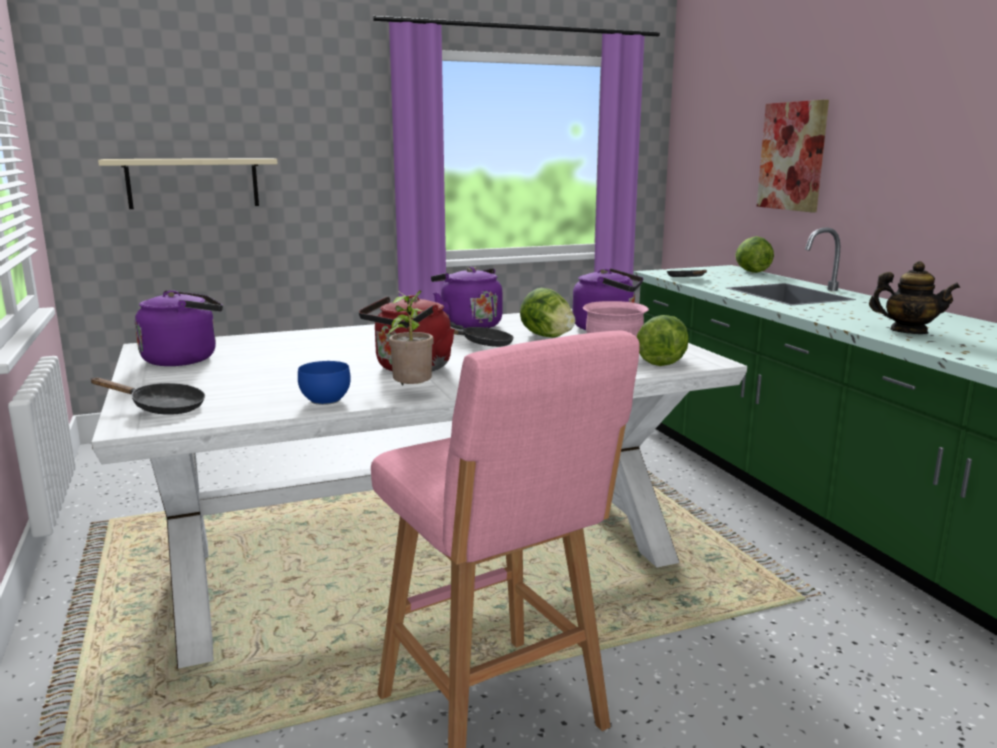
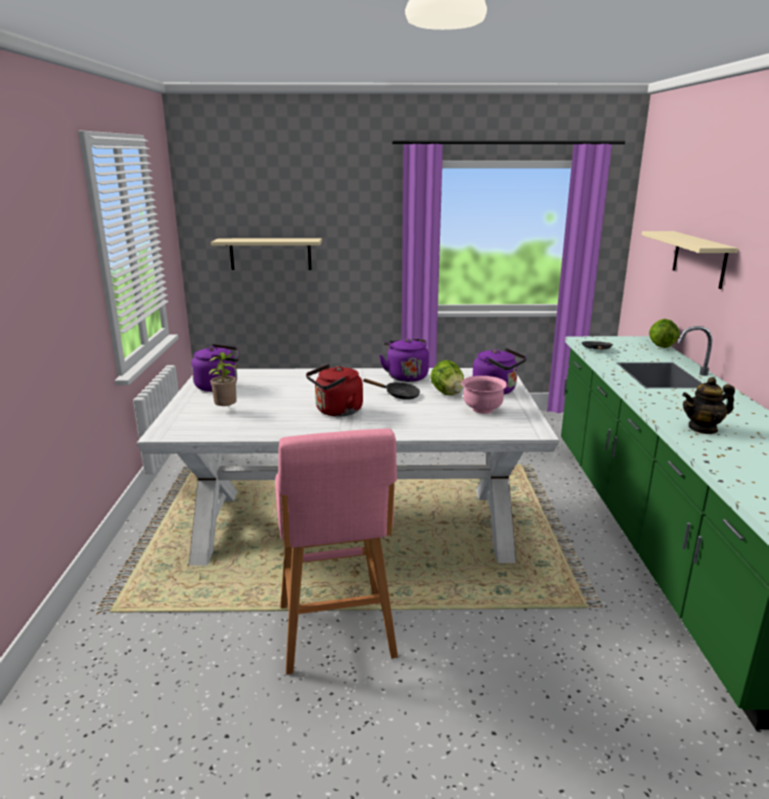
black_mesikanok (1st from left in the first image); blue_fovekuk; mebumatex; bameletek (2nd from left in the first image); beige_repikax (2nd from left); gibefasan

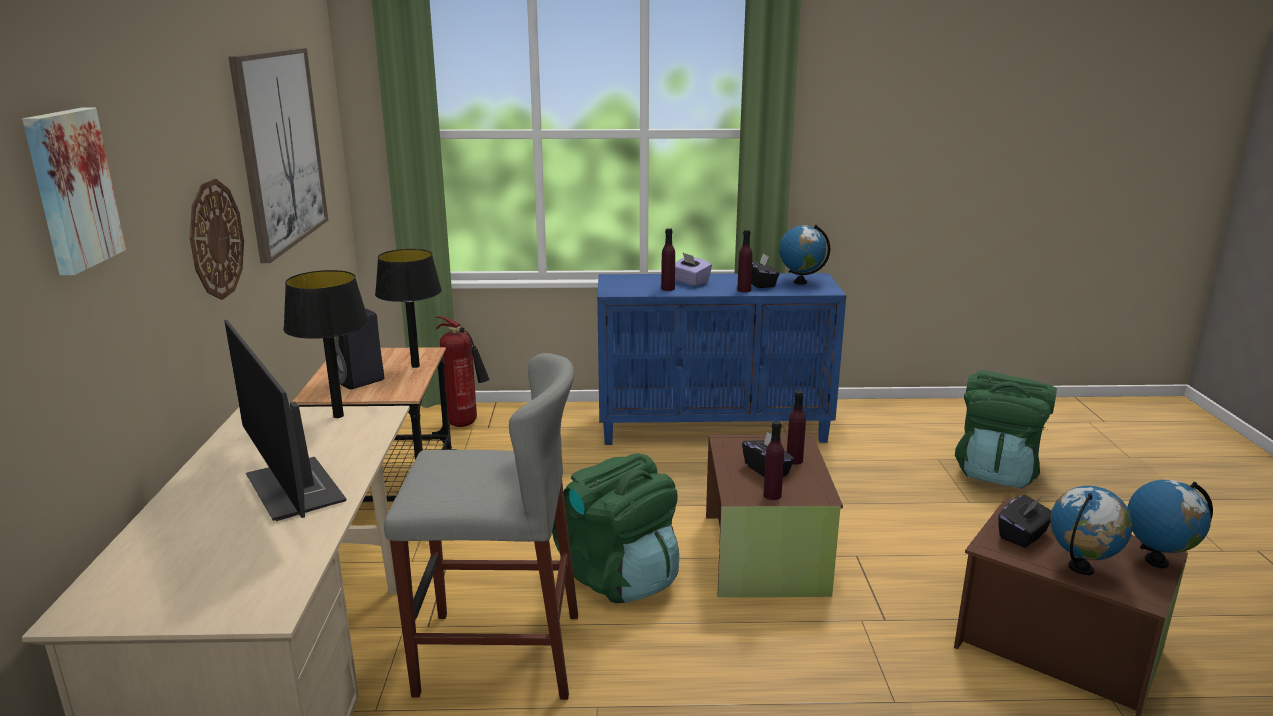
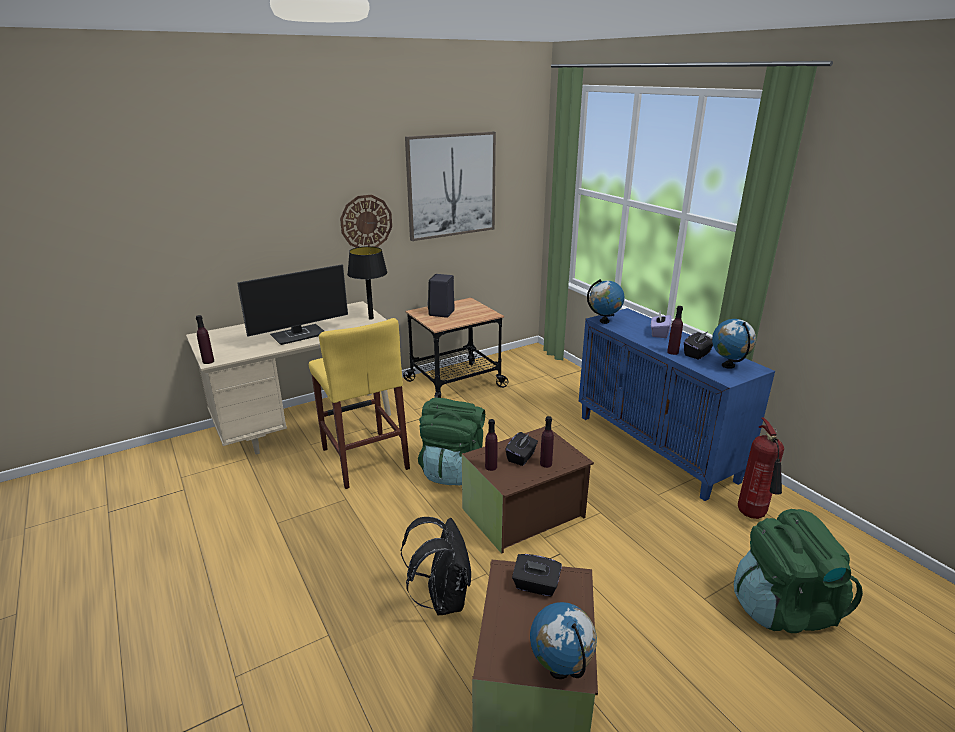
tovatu (1st from left in the first image); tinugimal; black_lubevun (2nd from left in the first image); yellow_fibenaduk; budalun; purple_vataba (1st from left); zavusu (2nd from left); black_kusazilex

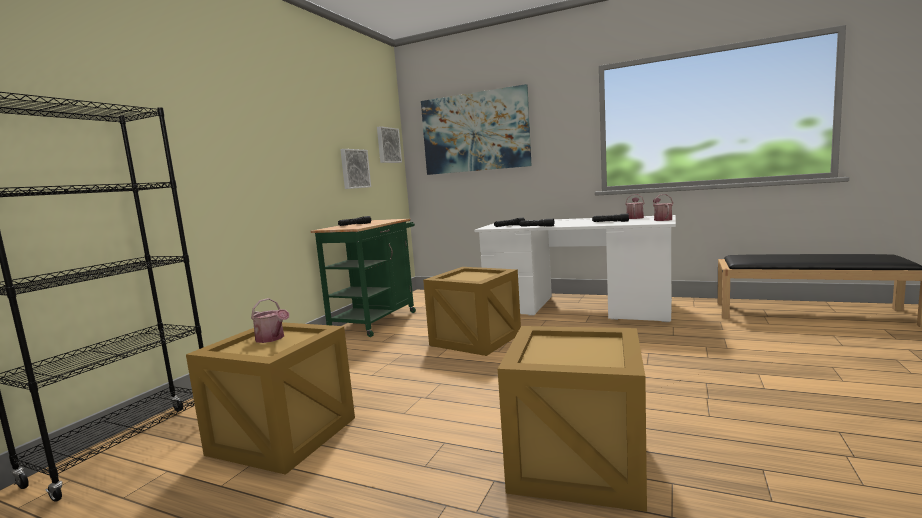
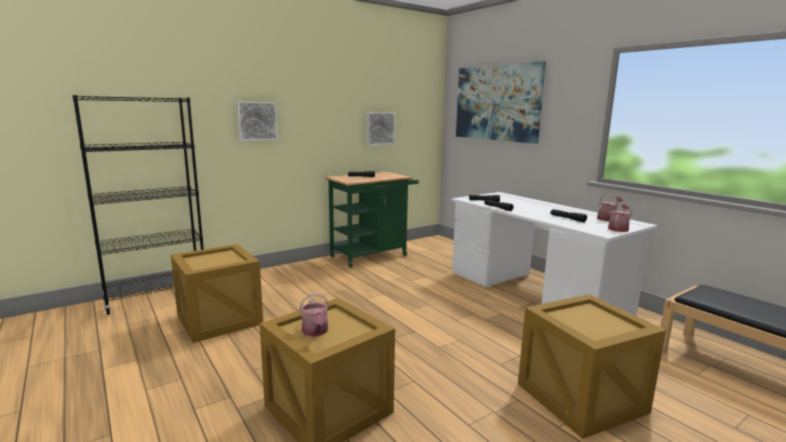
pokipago (1st from left); tovatu (1st from left); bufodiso (3rd from left)

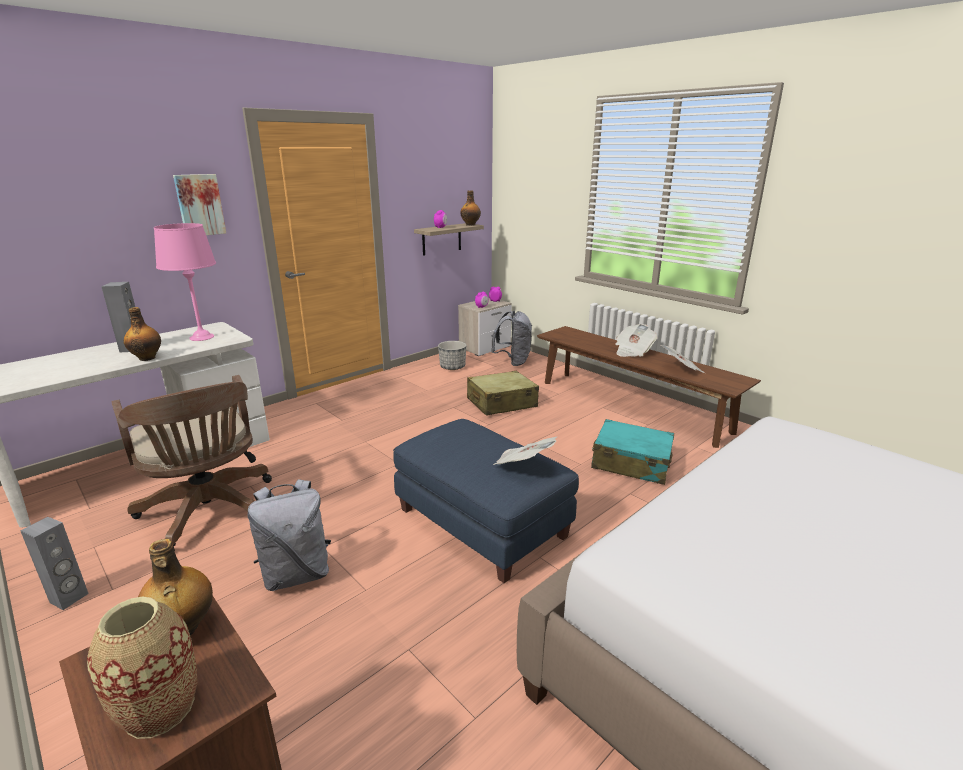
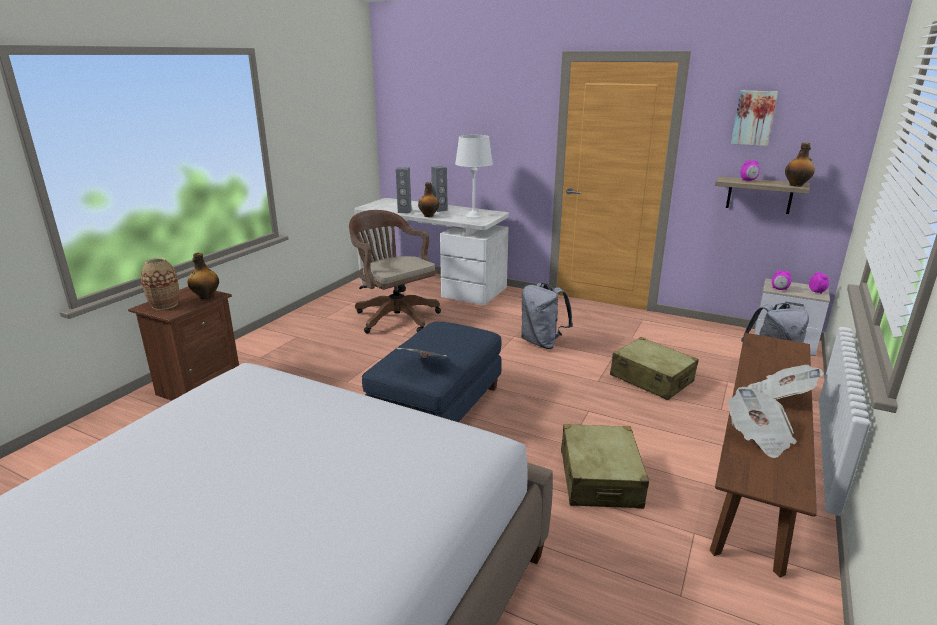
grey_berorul (1st from left); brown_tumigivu; white_lubevun; tovatu; grey_kusazilex (1st from left); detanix; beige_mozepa (1st from left)

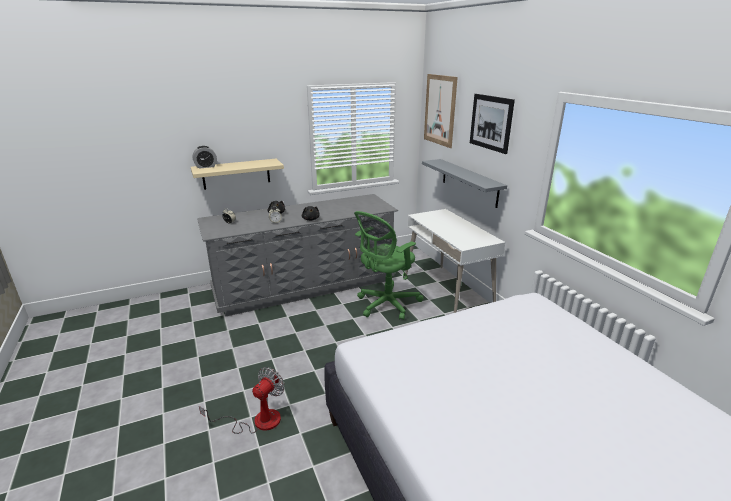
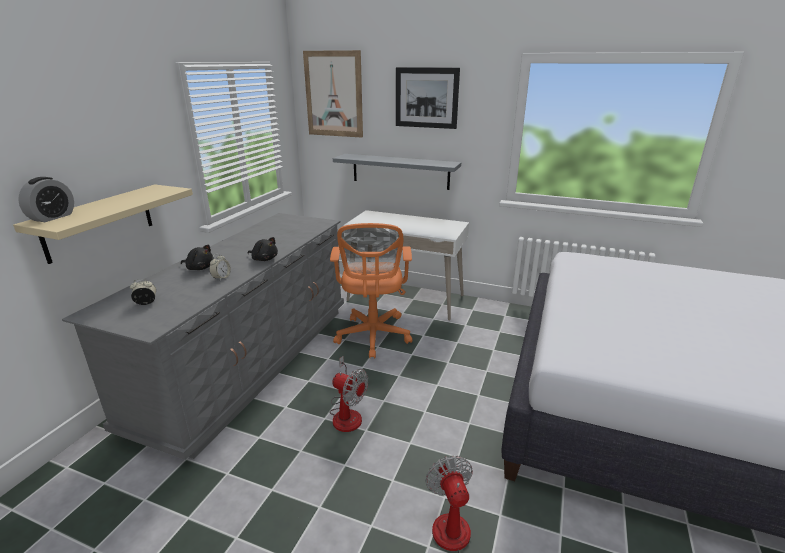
orange_tumigivu; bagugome (1st from left)

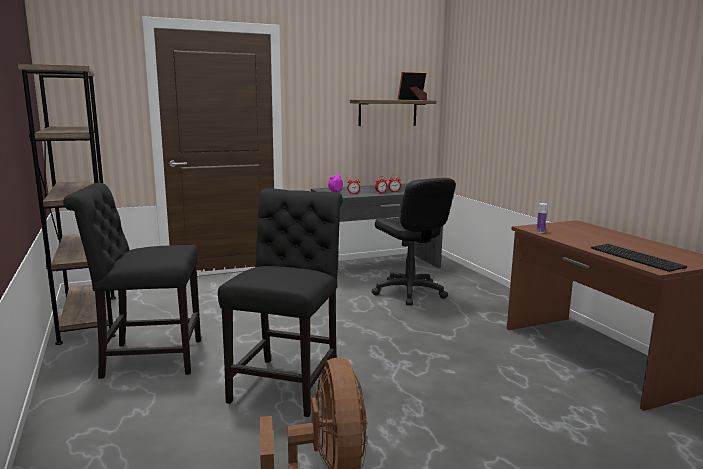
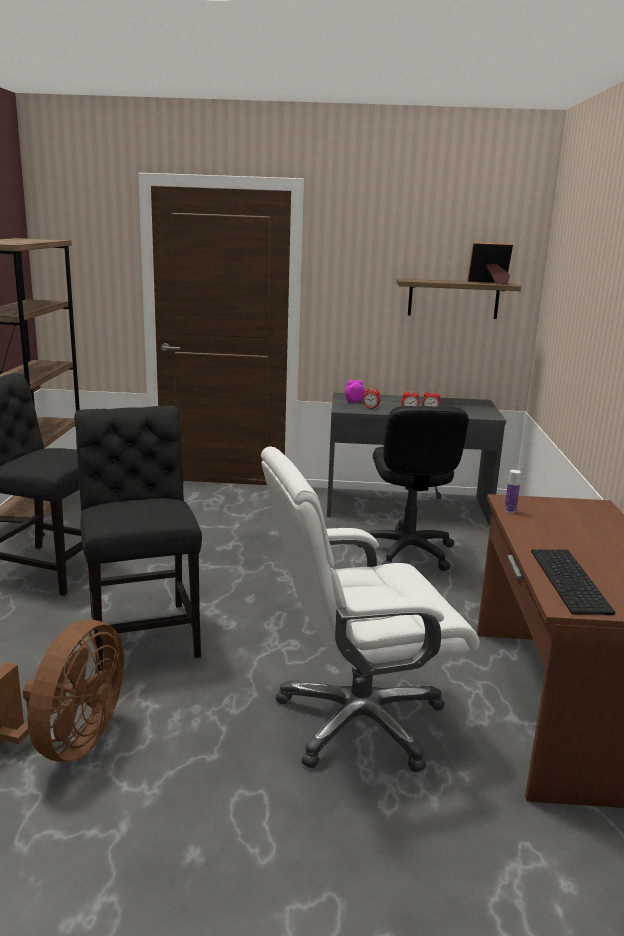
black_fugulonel (2nd from left); white_tumigivu

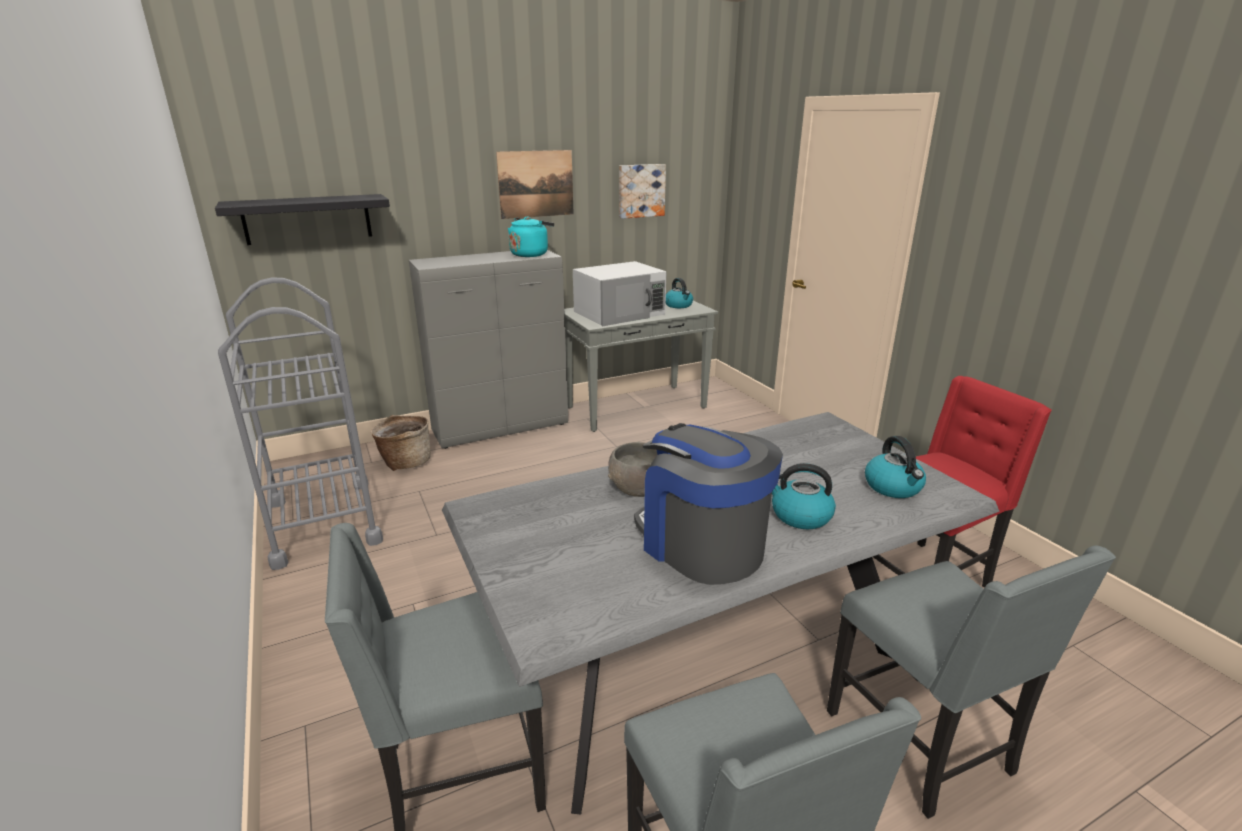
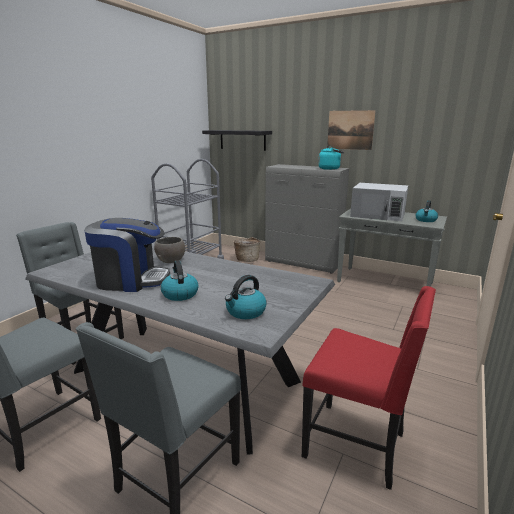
tovatu (2nd from left in the first image); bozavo

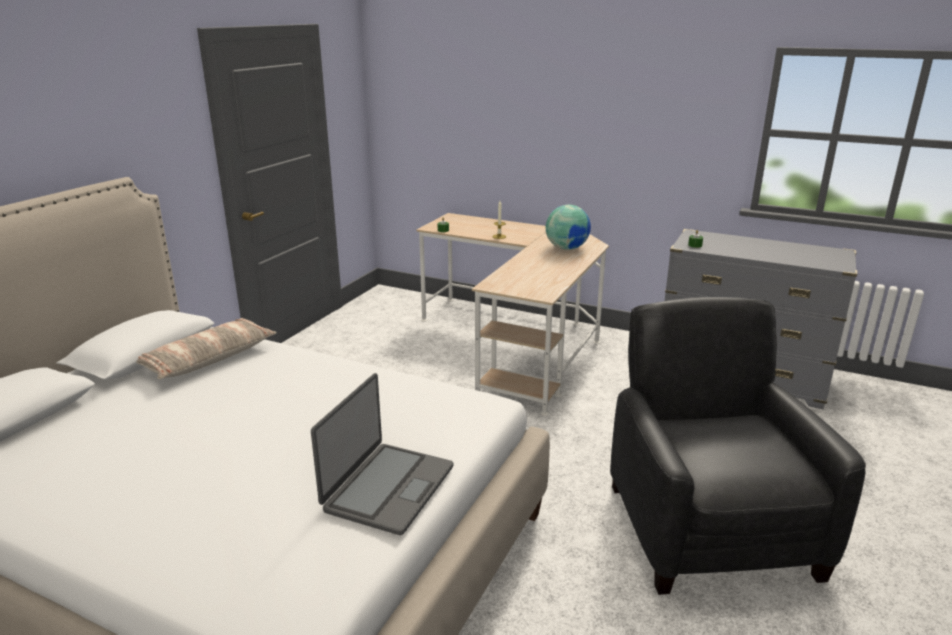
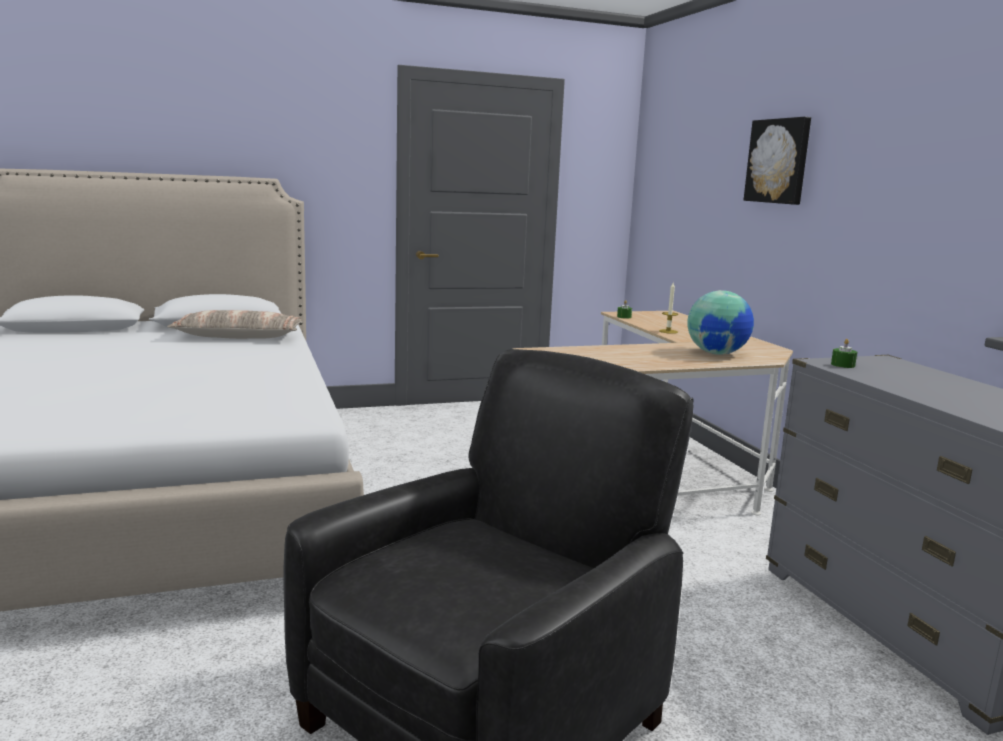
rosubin; tovatu

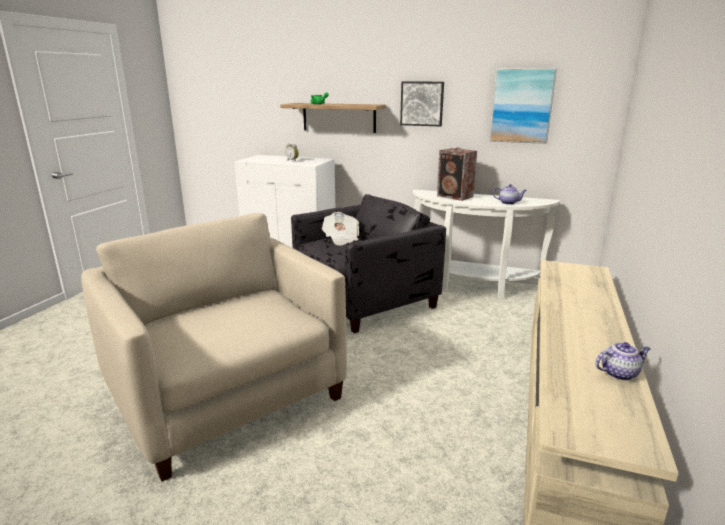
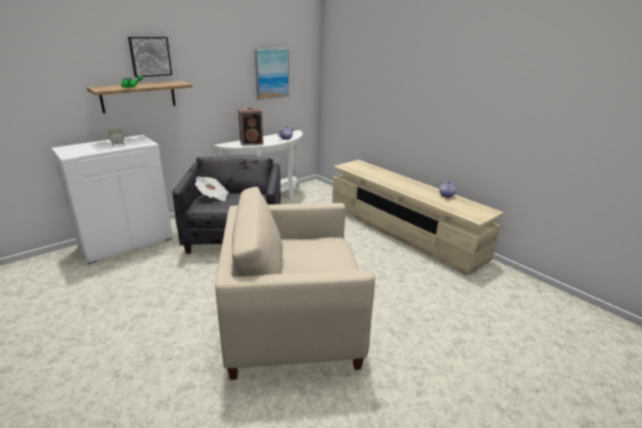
tovatu (1st from left)

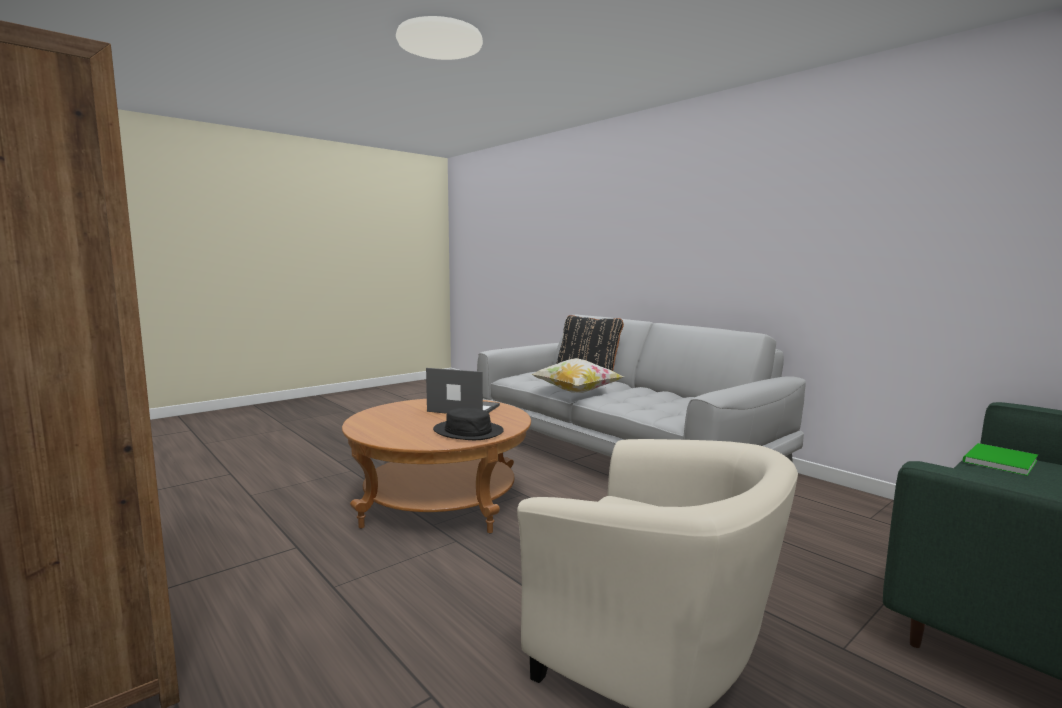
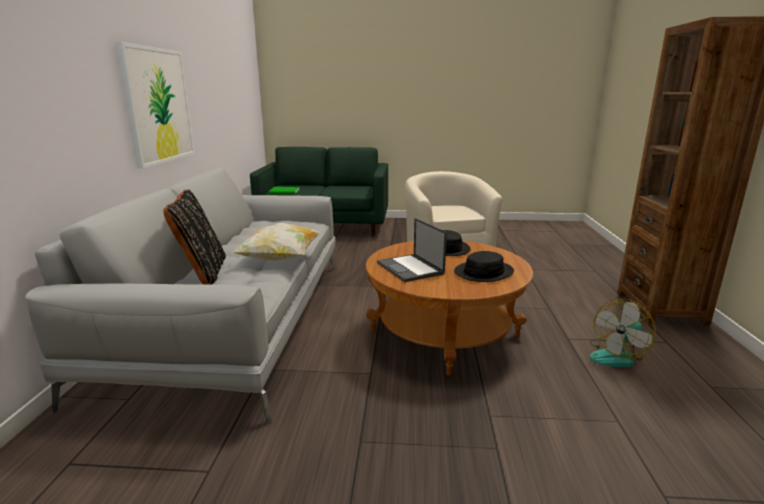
tovatu; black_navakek (2nd from left); bagugome

